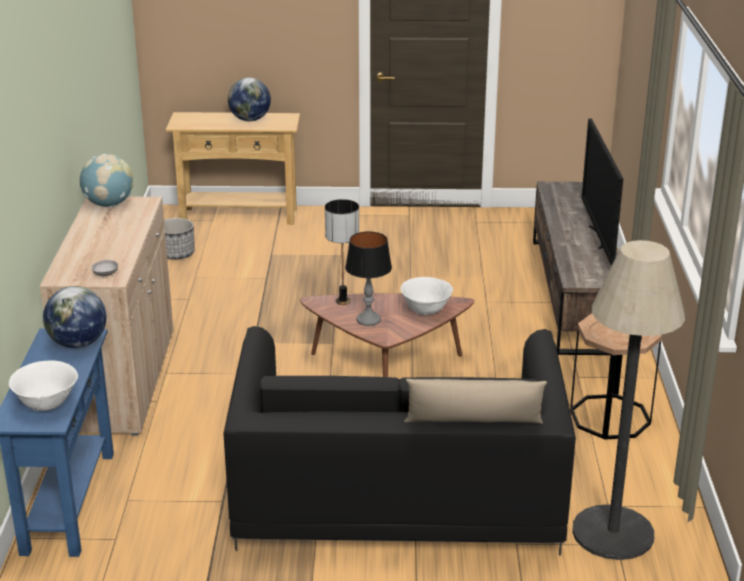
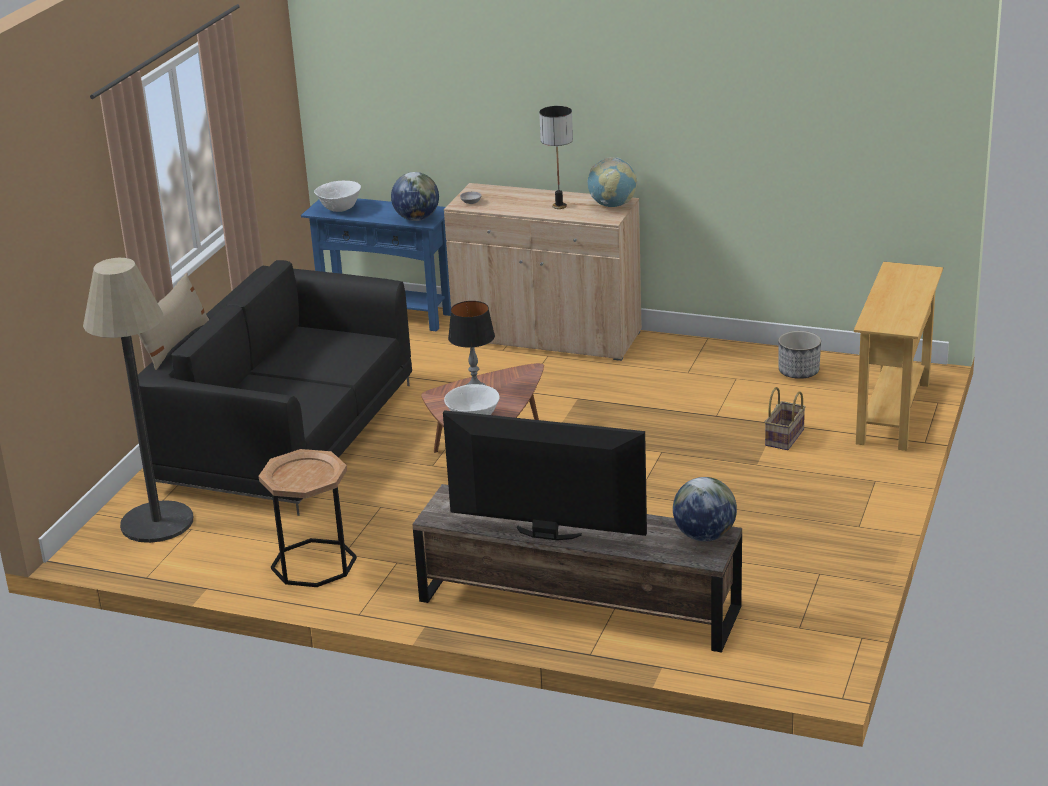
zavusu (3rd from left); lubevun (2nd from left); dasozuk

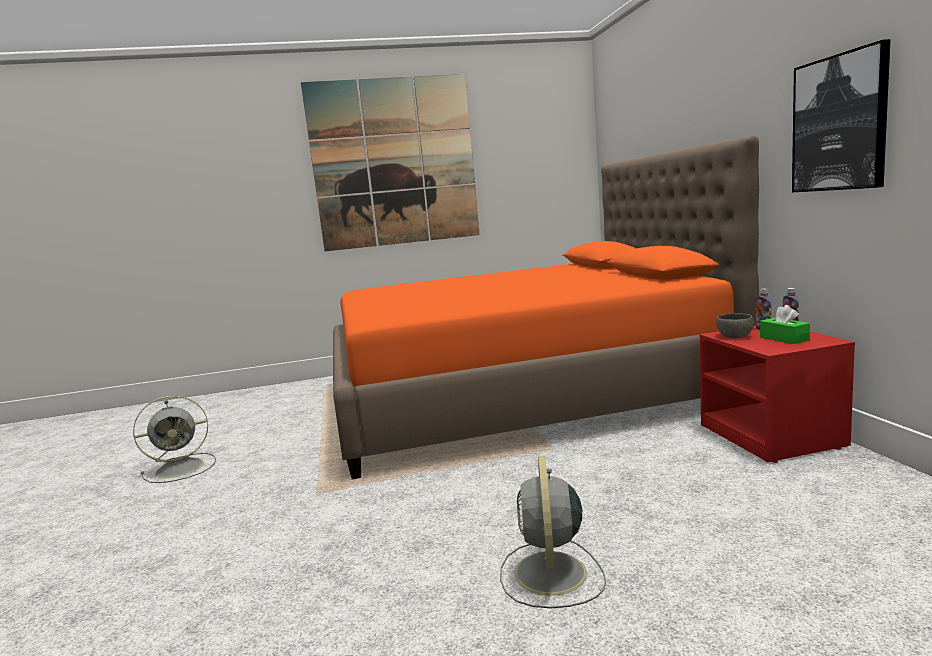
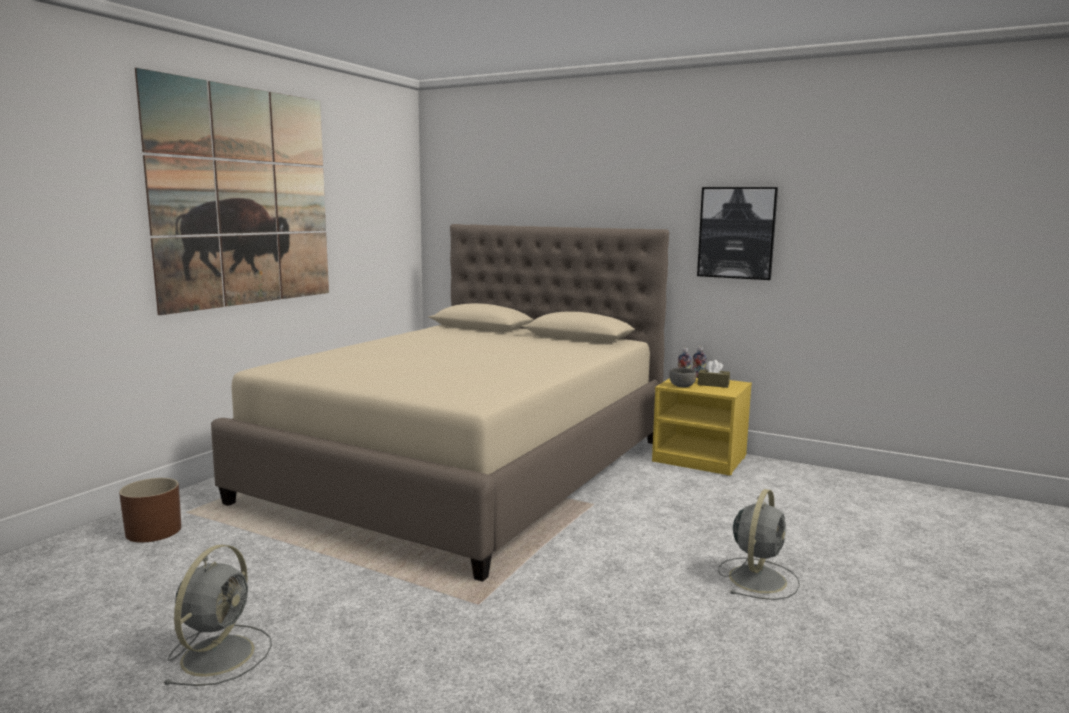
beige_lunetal; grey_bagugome (2nd from left); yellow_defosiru; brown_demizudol; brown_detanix

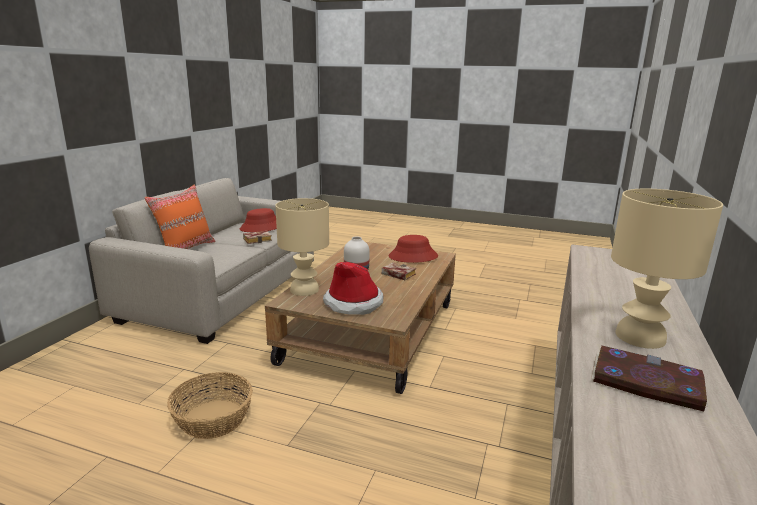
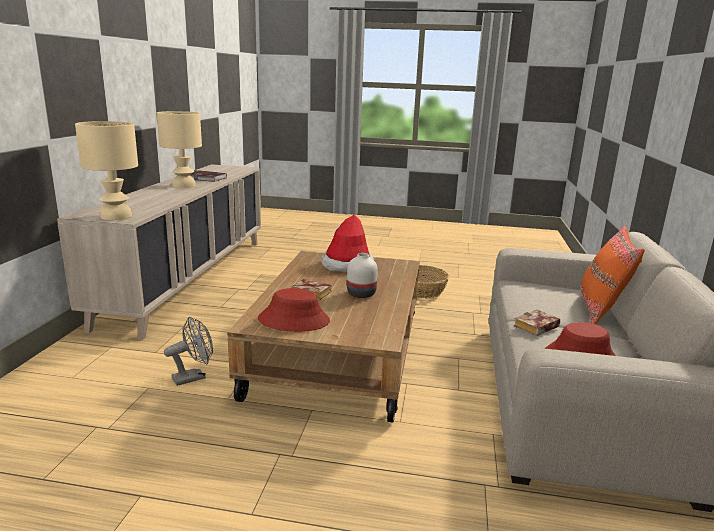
beige_lubevun (1st from left); grey_bagugome

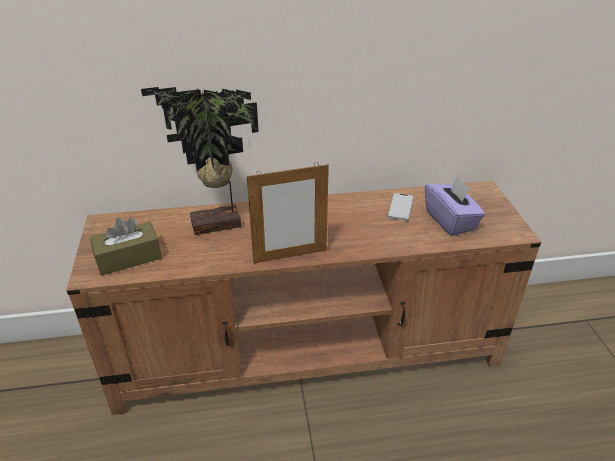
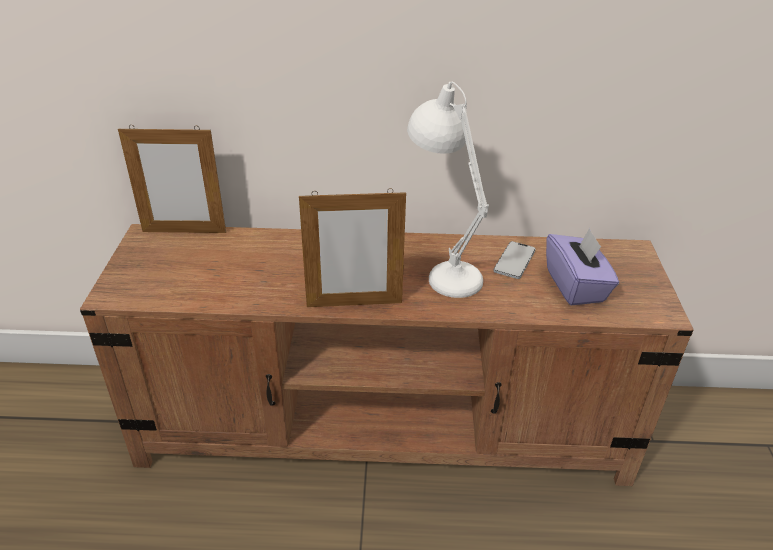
brown_demizudol; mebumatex; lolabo (1st from left); white_lubevun

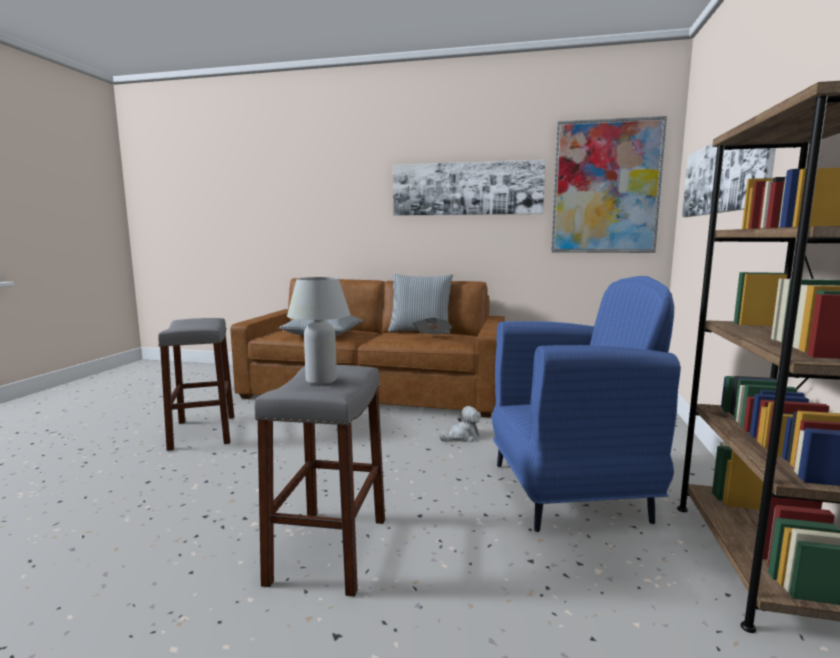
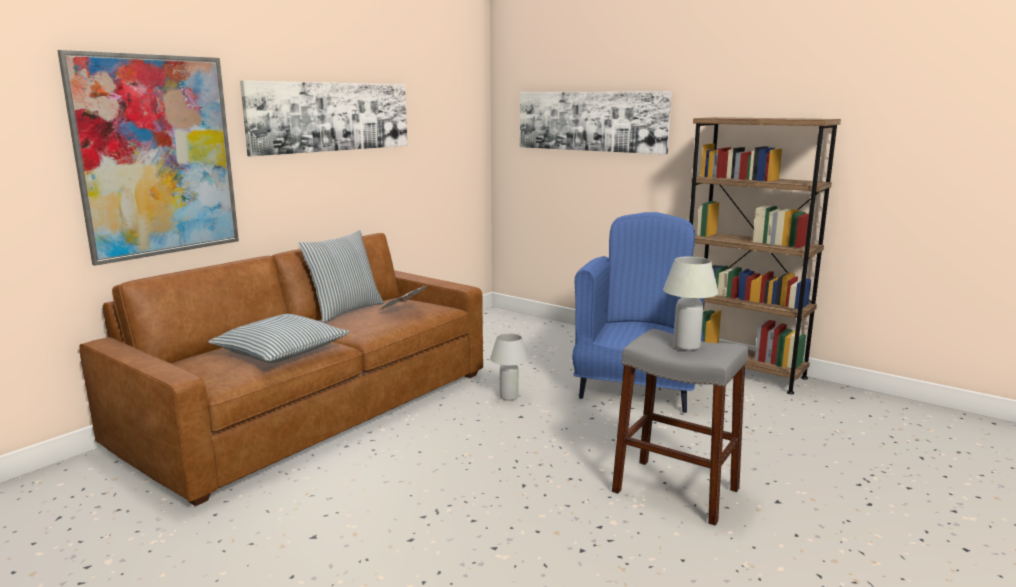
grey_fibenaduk (1st from left in the first image); white_lubevun (1st from left); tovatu (1st from left)

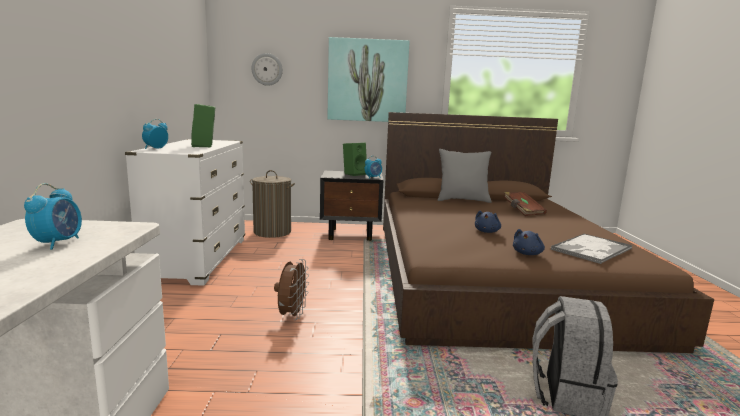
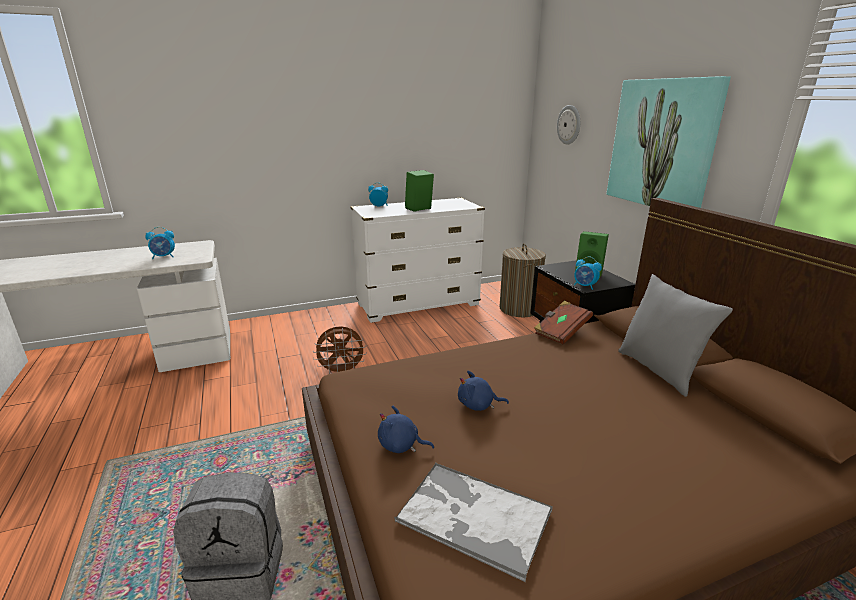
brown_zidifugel

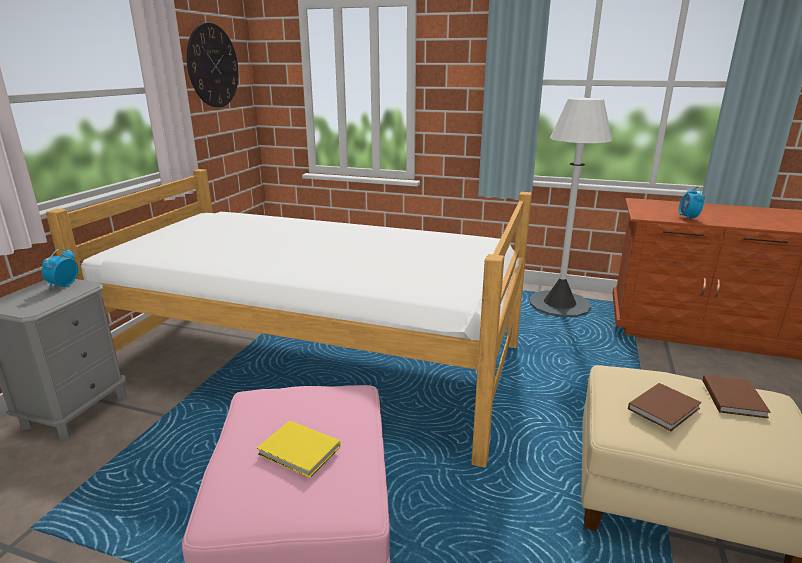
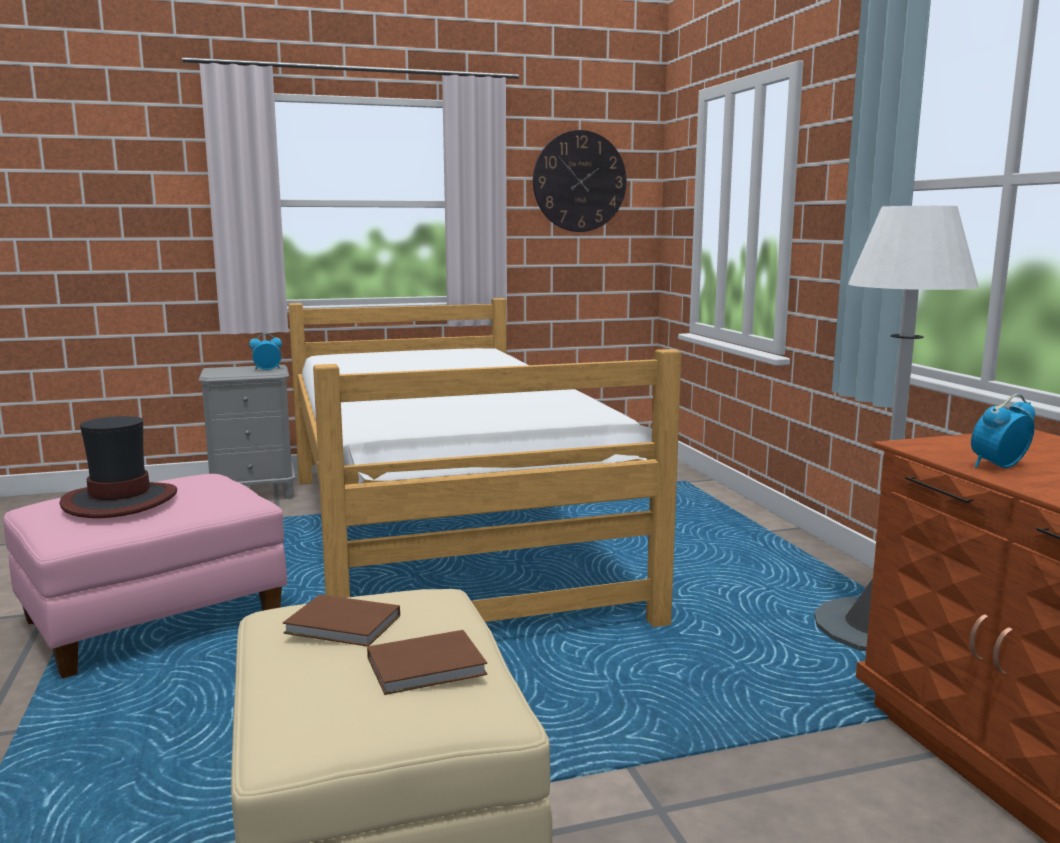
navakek

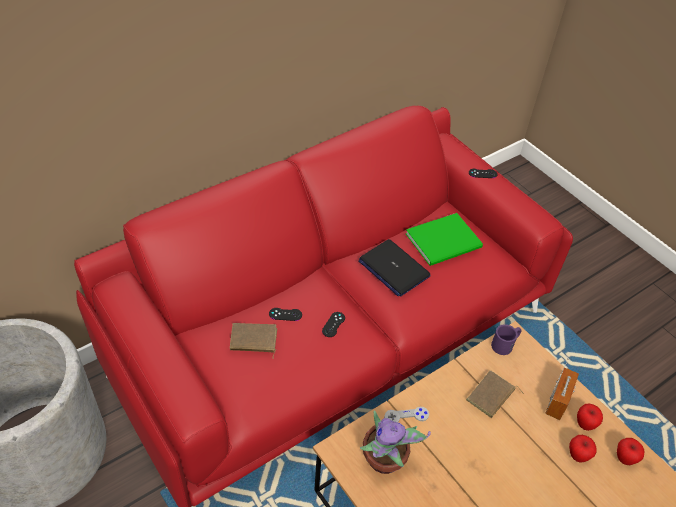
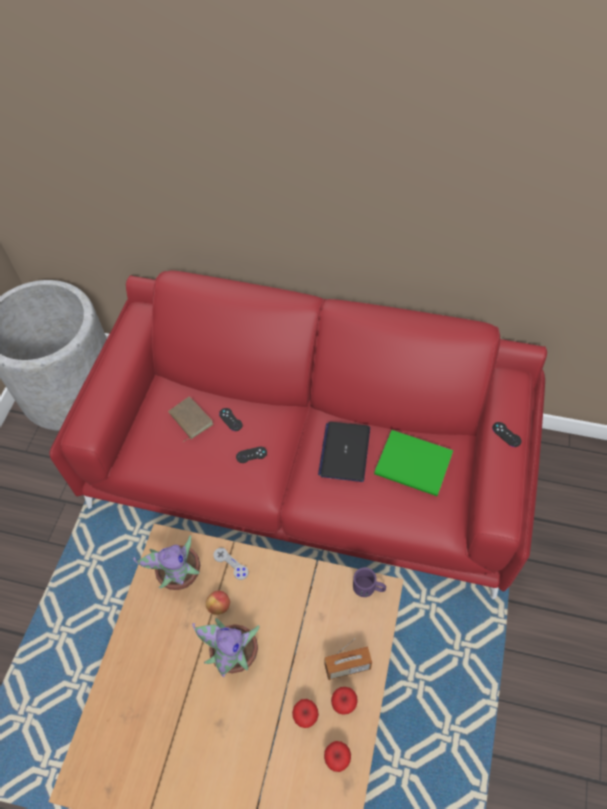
brown_zidifugel (2nd from left in the first image); mebumatex (2nd from left); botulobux (1st from left)

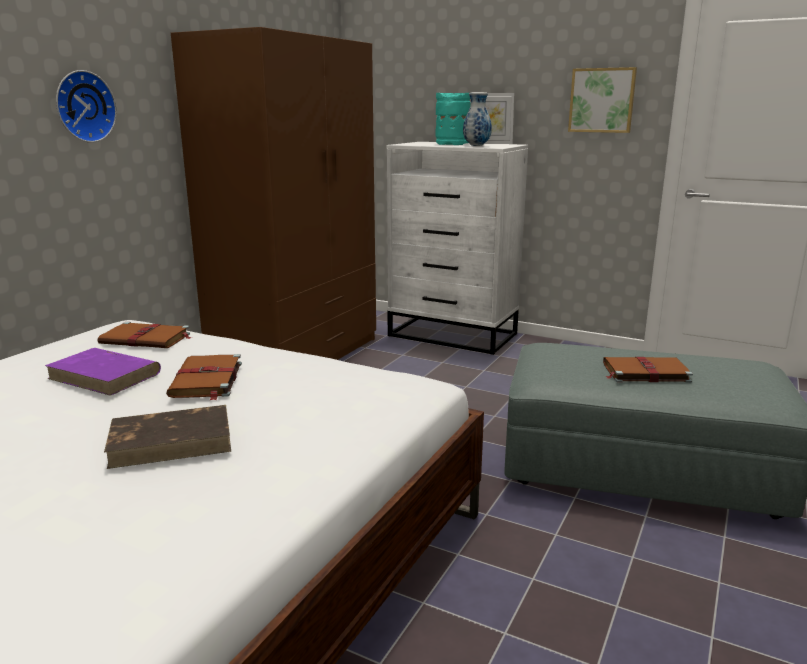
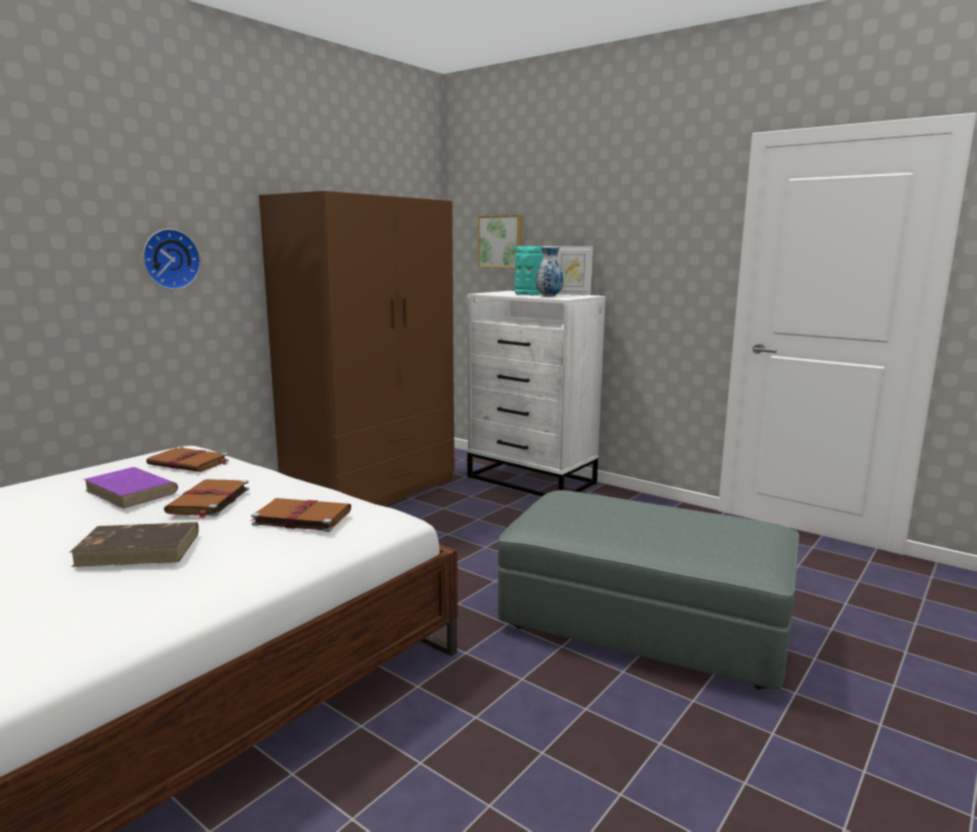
tovatu; brown_zidifugel (4th from left)

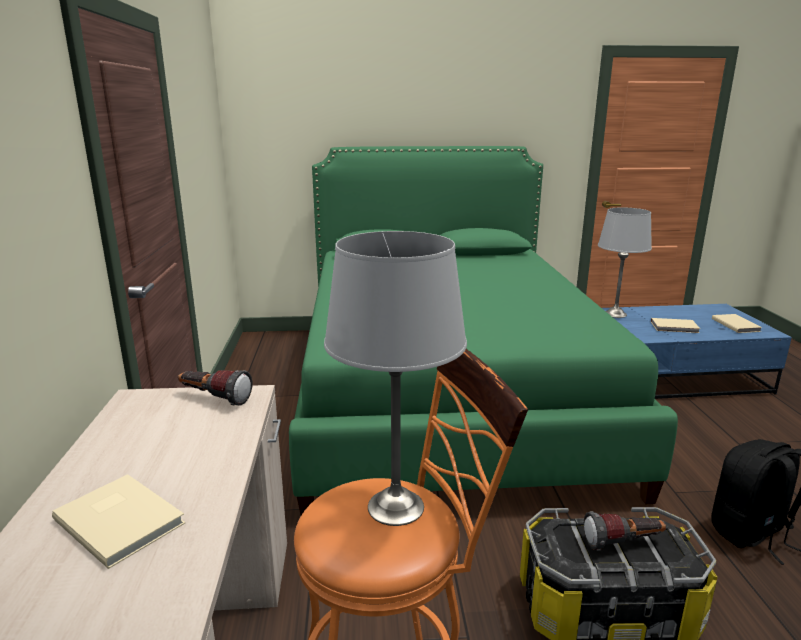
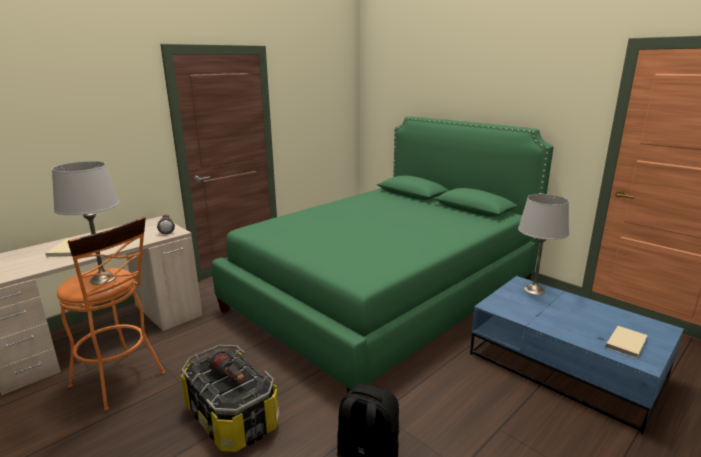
beige_zidifugel (2nd from left in the first image)

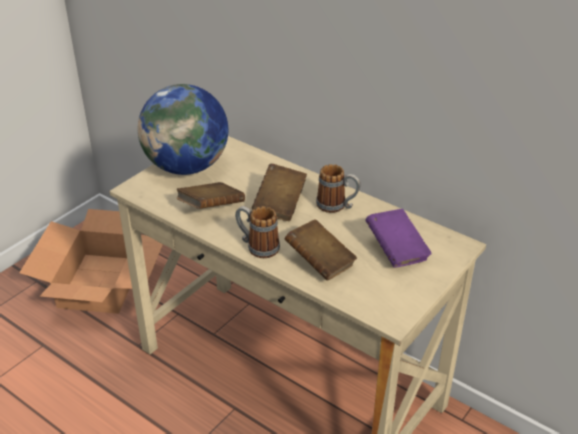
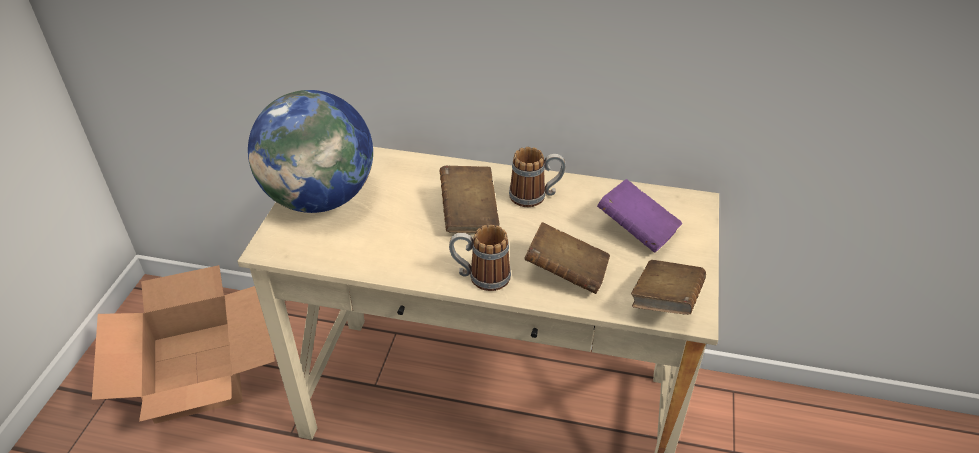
brown_zidifugel (3rd from left)

